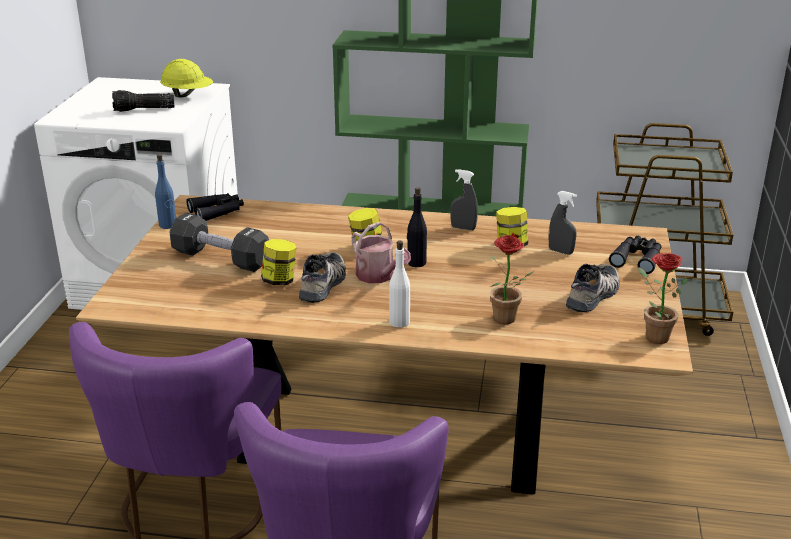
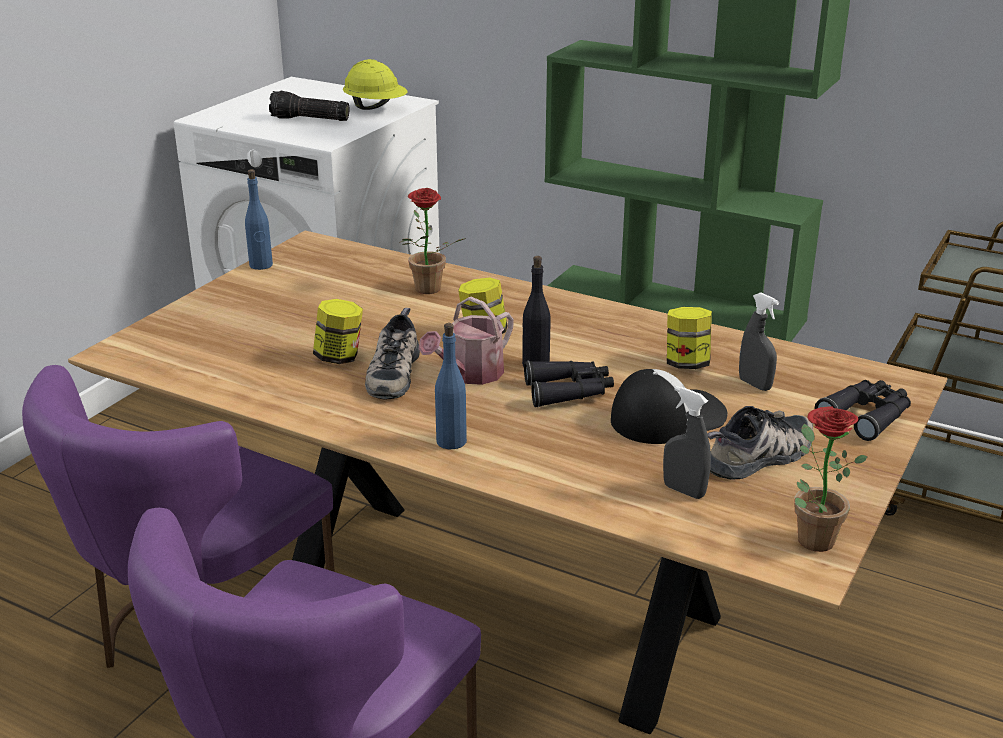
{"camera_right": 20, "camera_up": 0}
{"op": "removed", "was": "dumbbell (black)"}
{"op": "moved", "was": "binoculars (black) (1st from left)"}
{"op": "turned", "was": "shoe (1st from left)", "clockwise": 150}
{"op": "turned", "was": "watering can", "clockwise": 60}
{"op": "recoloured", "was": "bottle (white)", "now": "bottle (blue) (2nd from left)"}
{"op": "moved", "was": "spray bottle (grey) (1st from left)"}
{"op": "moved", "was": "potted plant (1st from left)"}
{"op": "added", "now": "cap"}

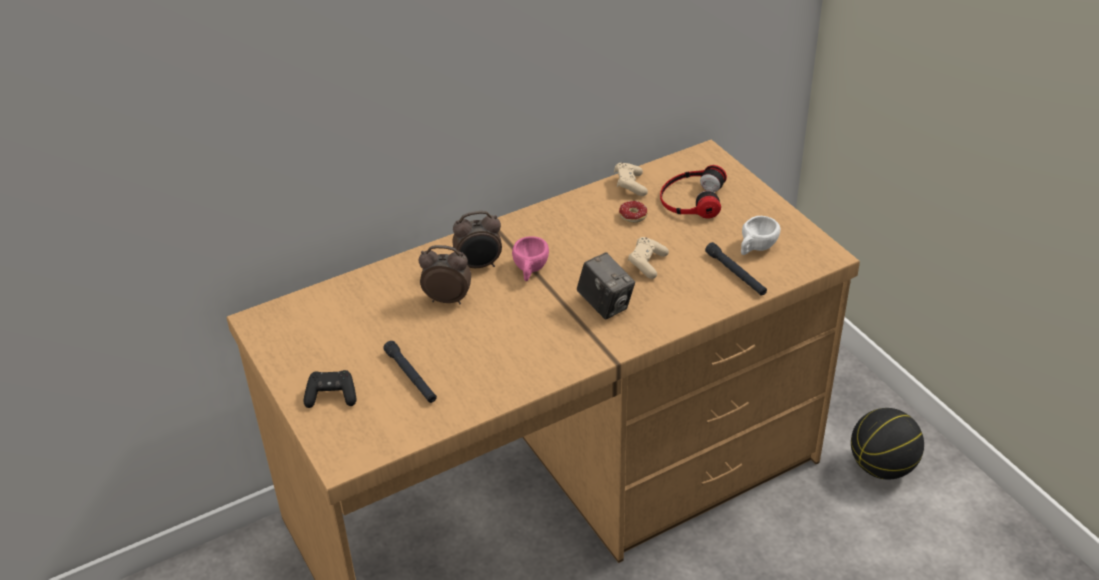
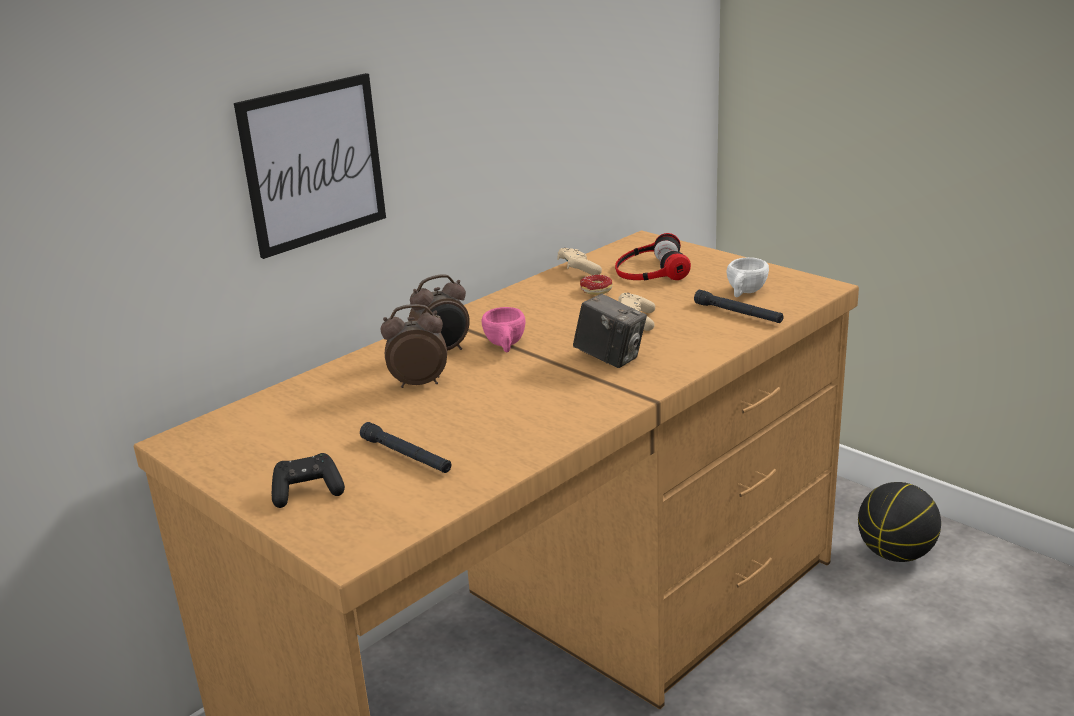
{"camera_right": -15, "camera_up": -15}
{"op": "added", "now": "picture"}

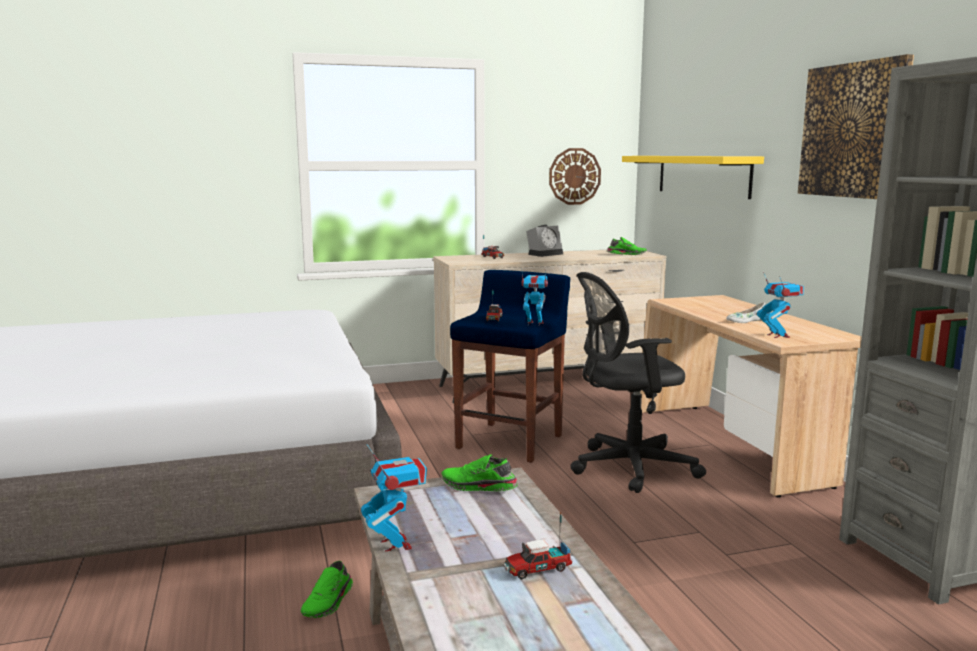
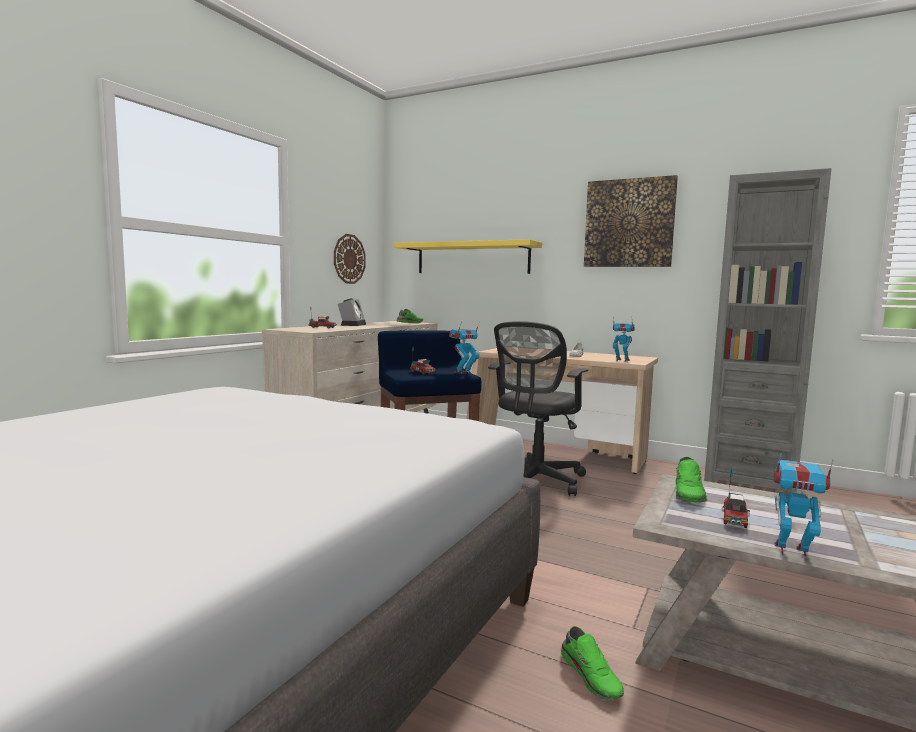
{"camera_right": -45, "camera_up": -5}
{"op": "turned", "was": "shoe (green) (2nd from left in the first image)", "clockwise": -45}
{"op": "moved", "was": "toy truck (3rd from left)"}

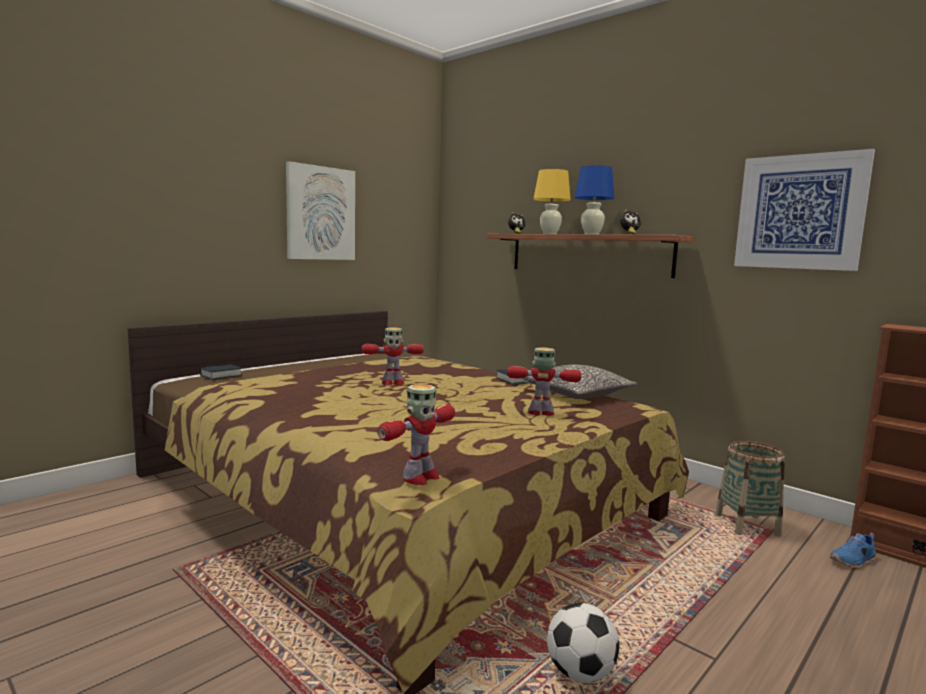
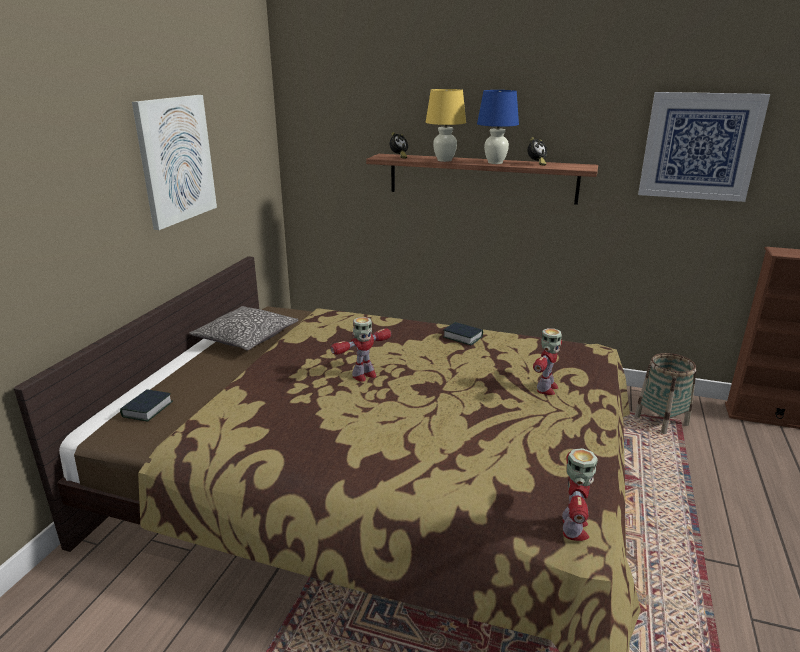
{"camera_right": -25, "camera_up": 15}
{"op": "turned", "was": "toy robot (3rd from left in the first image)", "clockwise": 135}
{"op": "moved", "was": "pillow"}
{"op": "removed", "was": "football"}
{"op": "removed", "was": "shoe (blue)"}

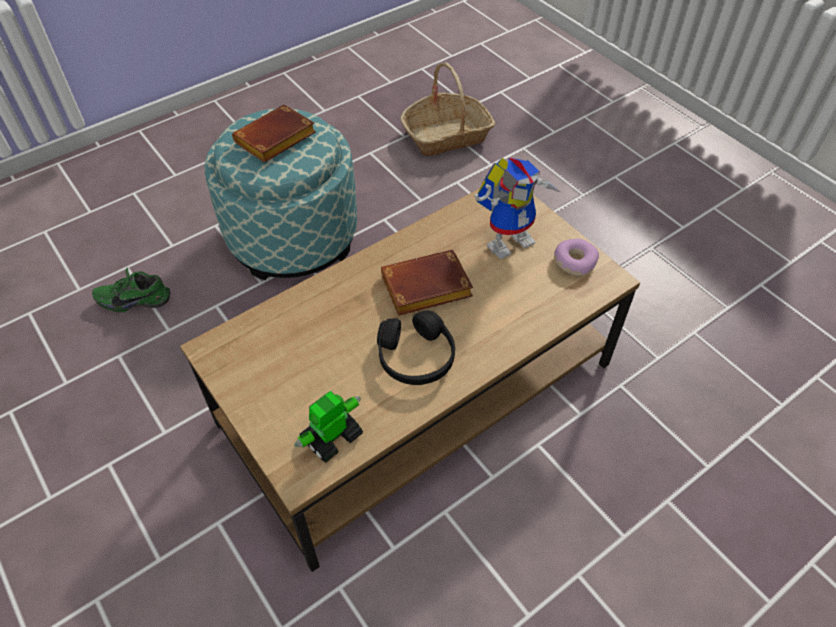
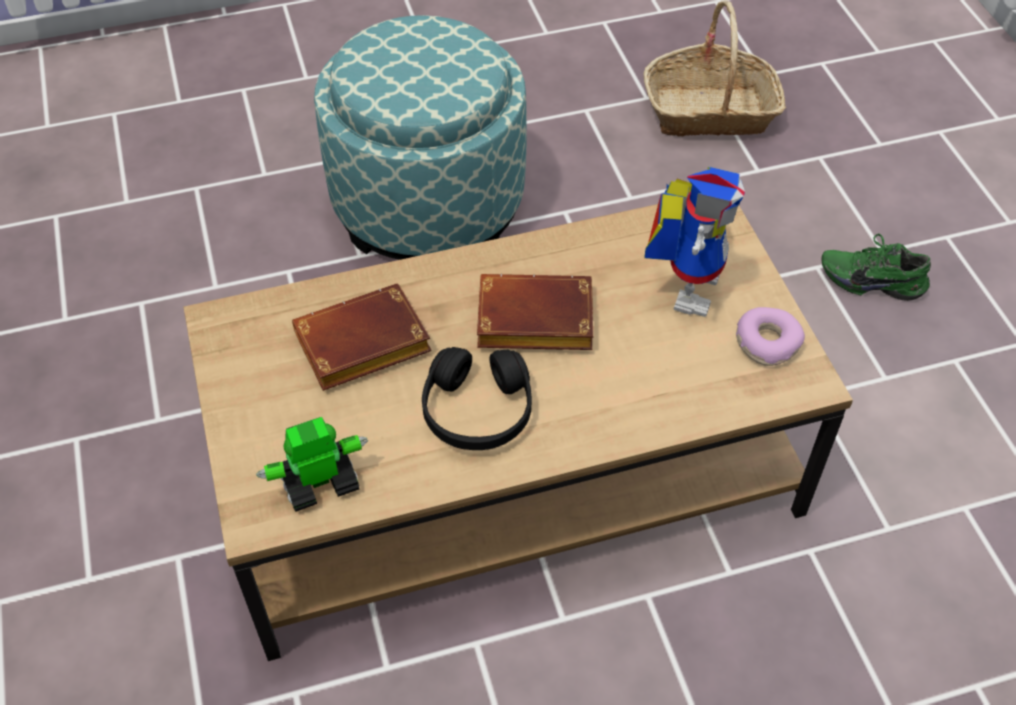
{"camera_right": 20, "camera_up": 0}
{"op": "moved", "was": "shoe (green)"}
{"op": "moved", "was": "book (brown) (1st from left)"}
{"op": "turned", "was": "toy robot (2nd from left)", "clockwise": -60}

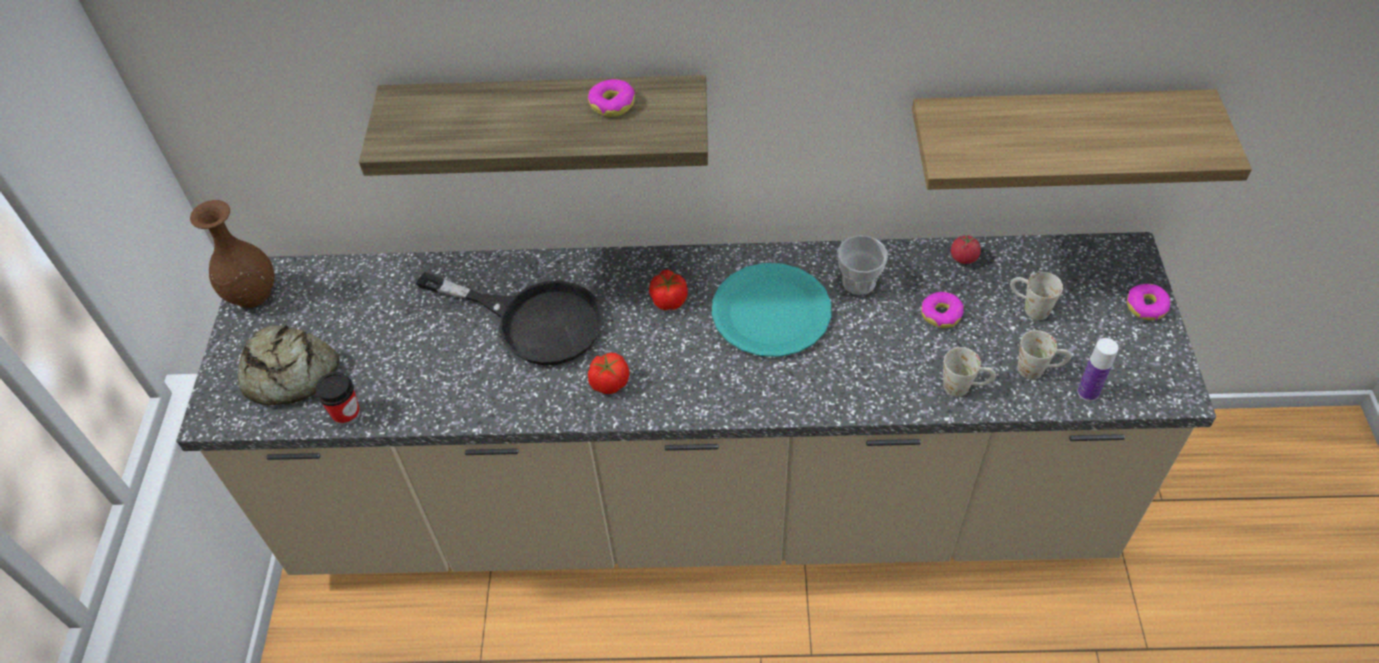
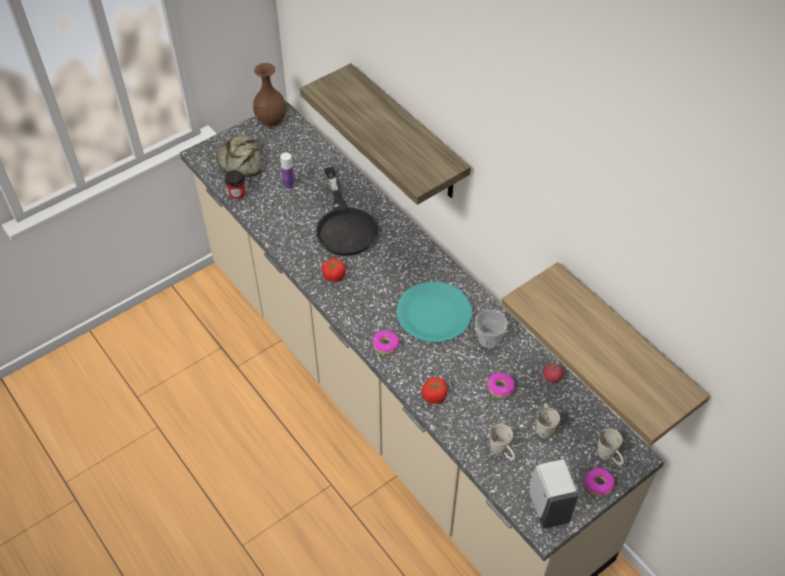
{"camera_right": 50, "camera_up": 0}
{"op": "moved", "was": "donut (1st from left)"}
{"op": "moved", "was": "tomato (2nd from left)"}
{"op": "moved", "was": "mug (white) (1st from left in the first image)", "now": "mug (white) (3rd from left)"}
{"op": "moved", "was": "bottle"}
{"op": "added", "now": "soap dispenser (white)"}

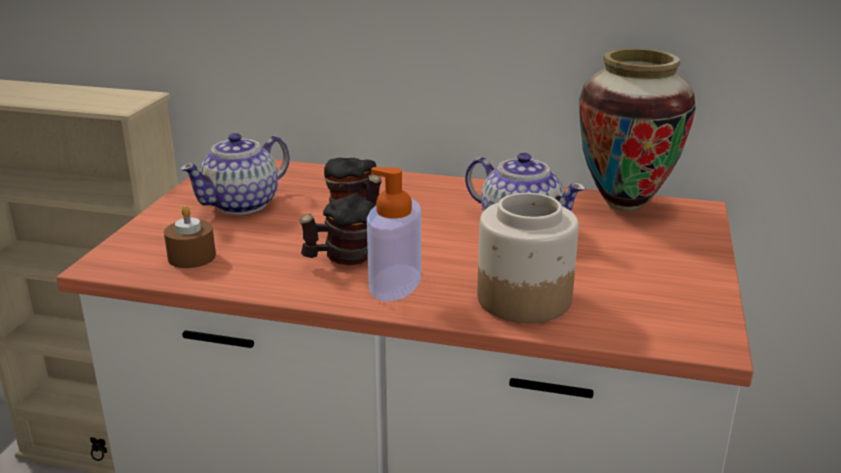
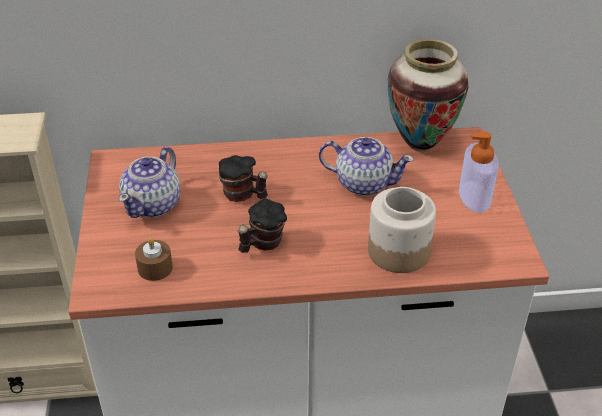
{"camera_right": -20, "camera_up": 15}
{"op": "moved", "was": "soap dispenser"}

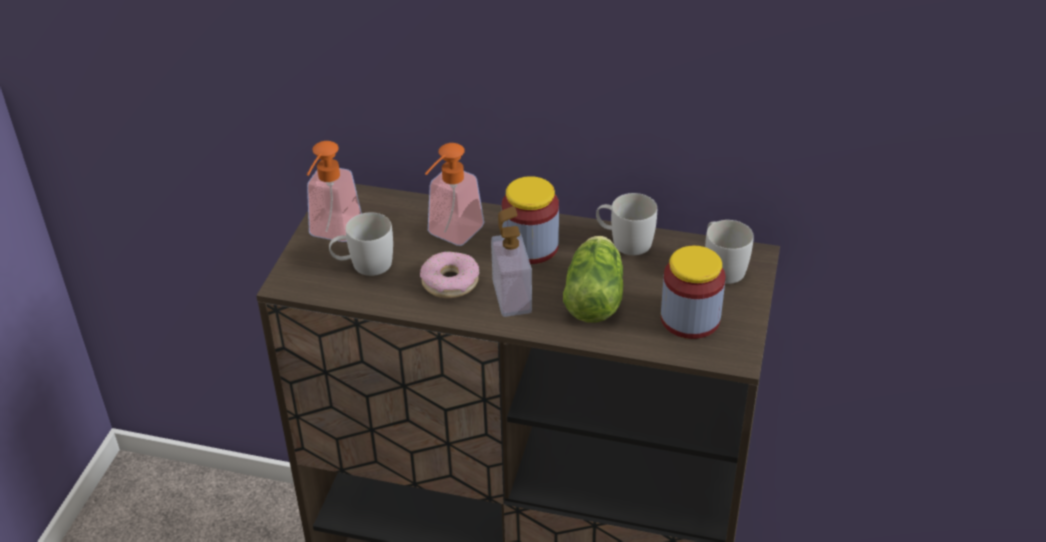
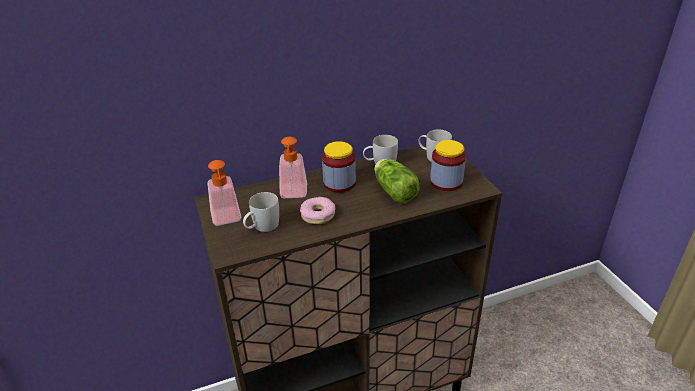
{"camera_right": -35, "camera_up": -5}
{"op": "removed", "was": "soap dispenser (3rd from left)"}

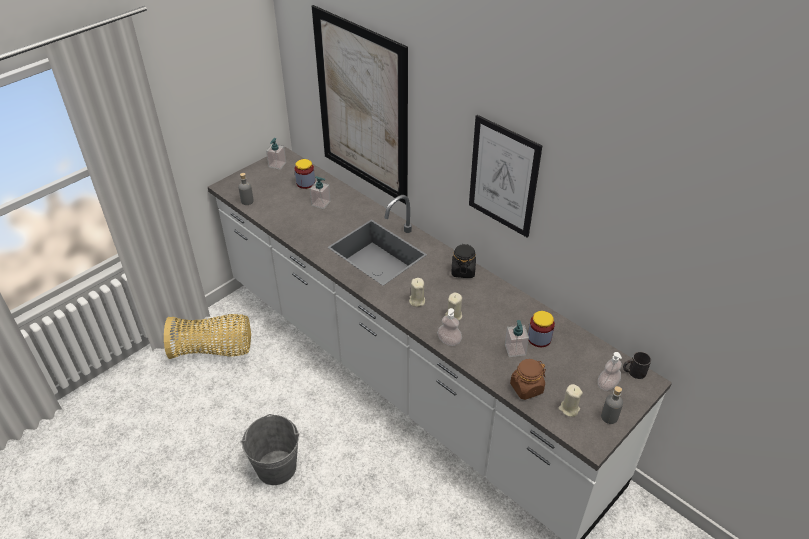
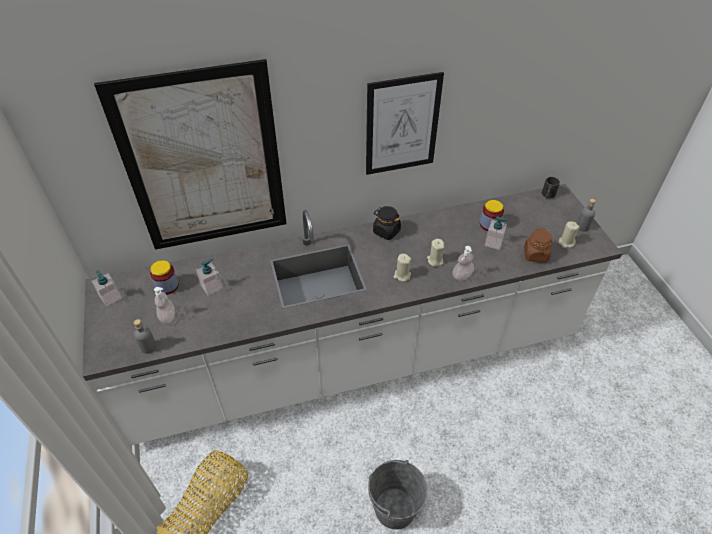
{"camera_right": -60, "camera_up": 5}
{"op": "moved", "was": "soap dispenser (5th from left in the first image)", "now": "soap dispenser (2nd from left)"}

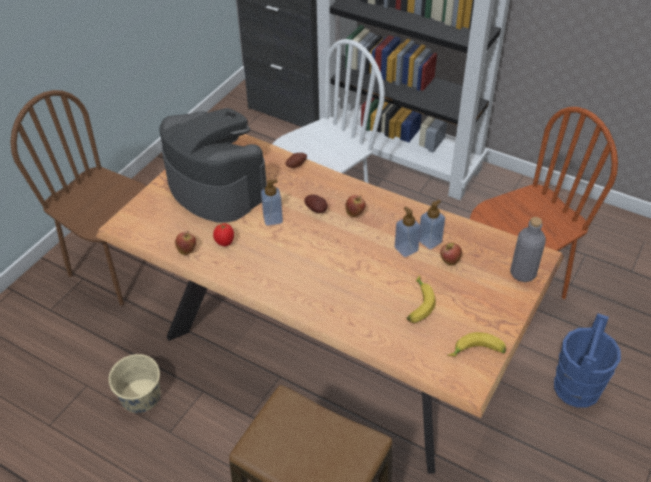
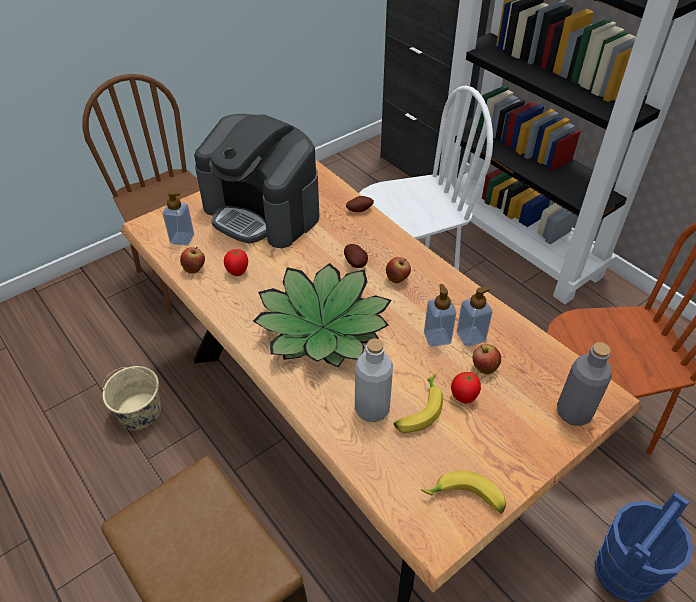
{"camera_right": 20, "camera_up": 0}
{"op": "turned", "was": "coffee machine", "clockwise": 150}
{"op": "moved", "was": "soap dispenser (1st from left)"}
{"op": "added", "now": "potted plant"}
{"op": "added", "now": "bottle (grey) (1st from left)"}
{"op": "added", "now": "tomato (2nd from left)"}

